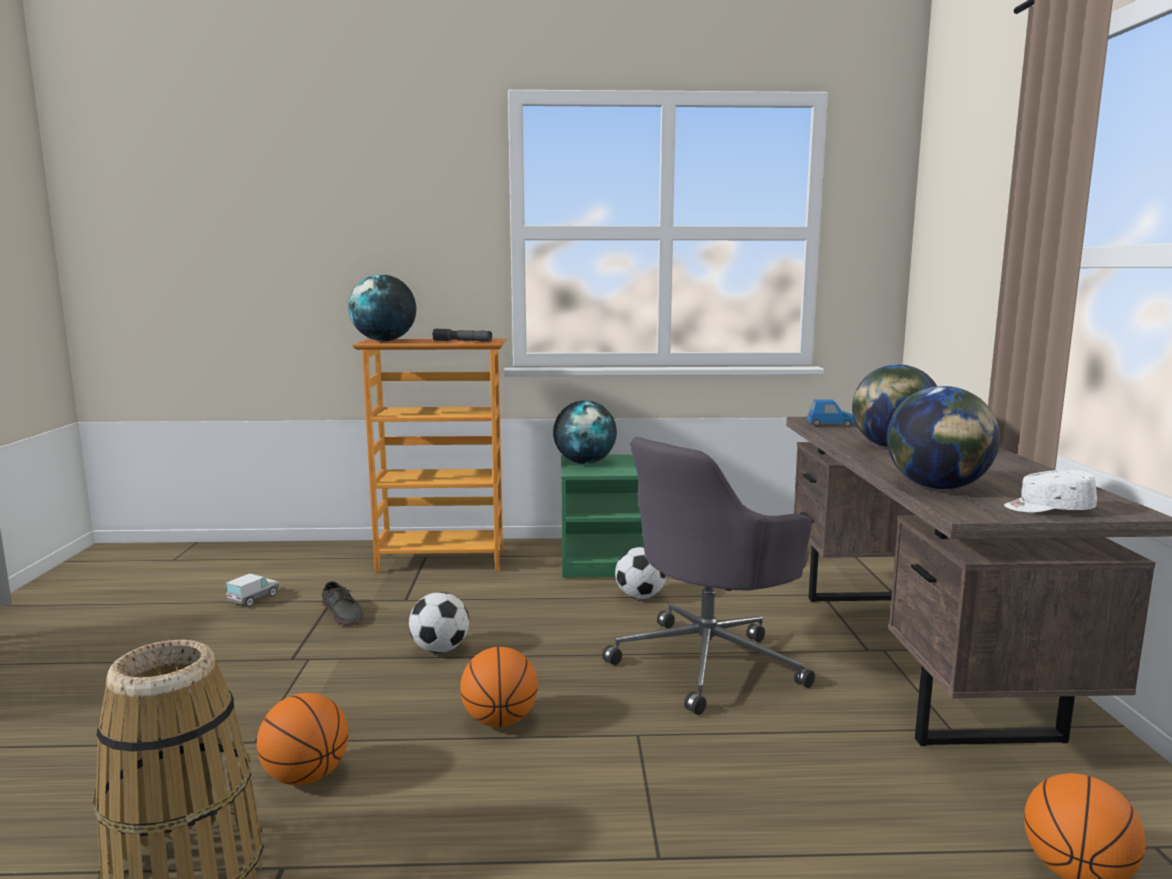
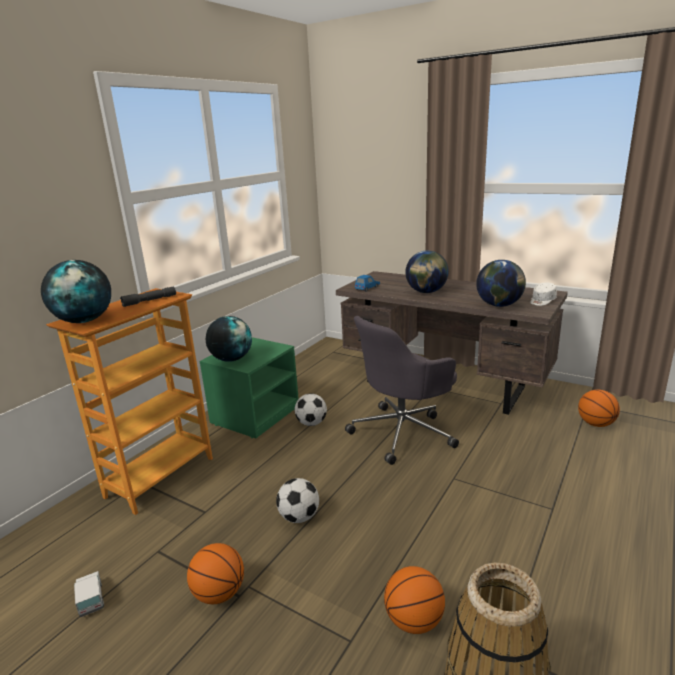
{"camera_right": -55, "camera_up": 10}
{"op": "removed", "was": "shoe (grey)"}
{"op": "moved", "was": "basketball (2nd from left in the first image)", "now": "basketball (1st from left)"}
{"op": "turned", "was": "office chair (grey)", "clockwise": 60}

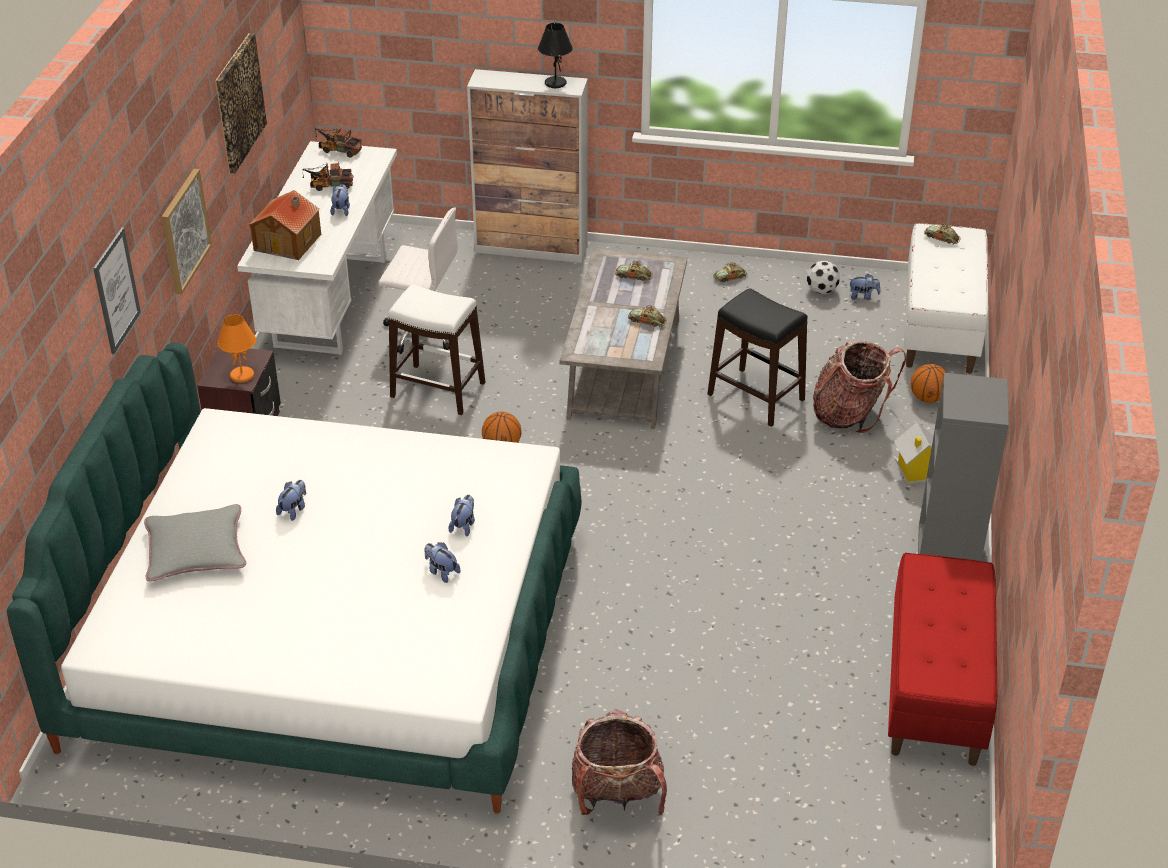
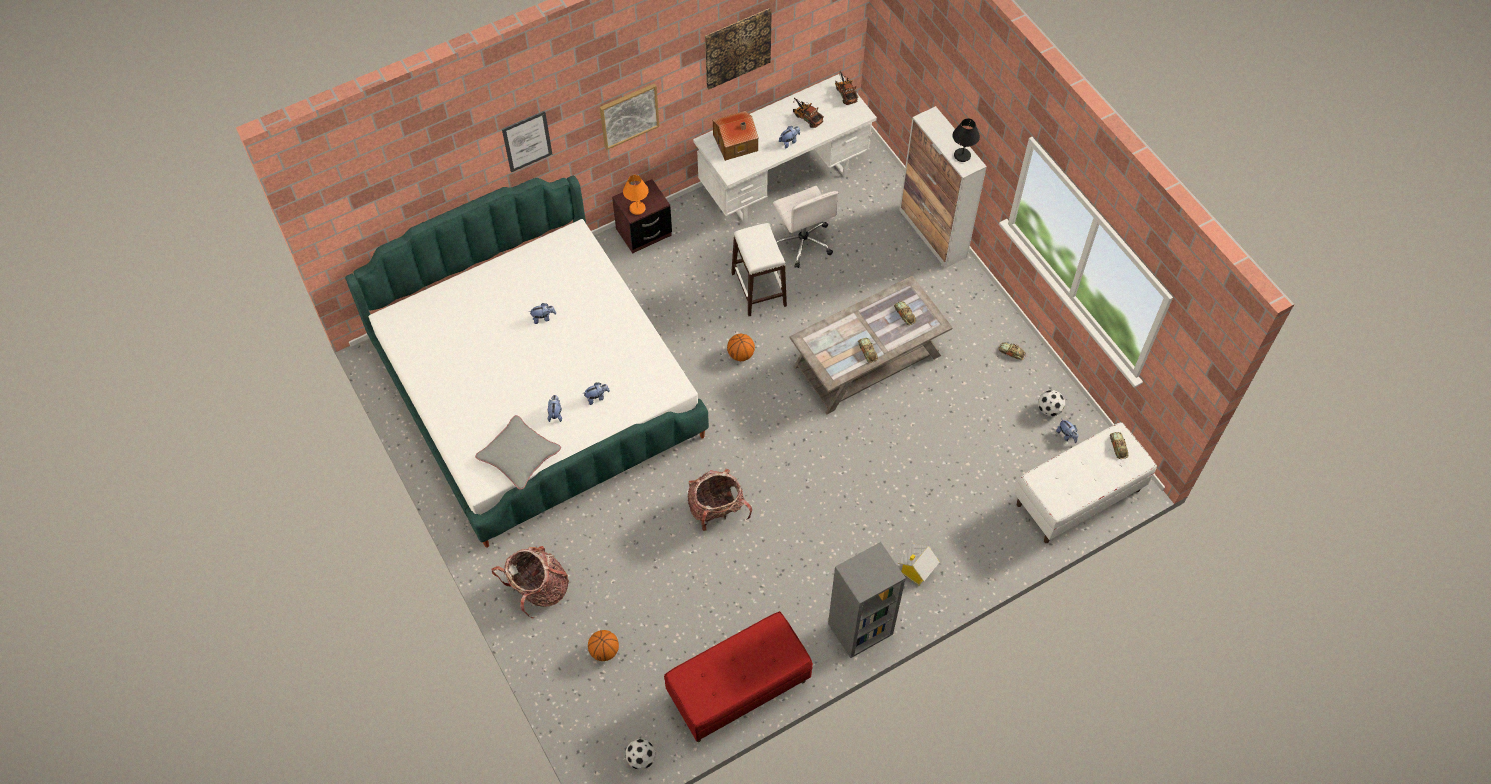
{"camera_right": 50, "camera_up": 20}
{"op": "moved", "was": "pillow (grey)"}
{"op": "removed", "was": "stool (black)"}
{"op": "moved", "was": "backpack (2nd from left)"}
{"op": "moved", "was": "basketball (2nd from left in the first image)", "now": "basketball (1st from left)"}
{"op": "added", "now": "football (1st from left)"}

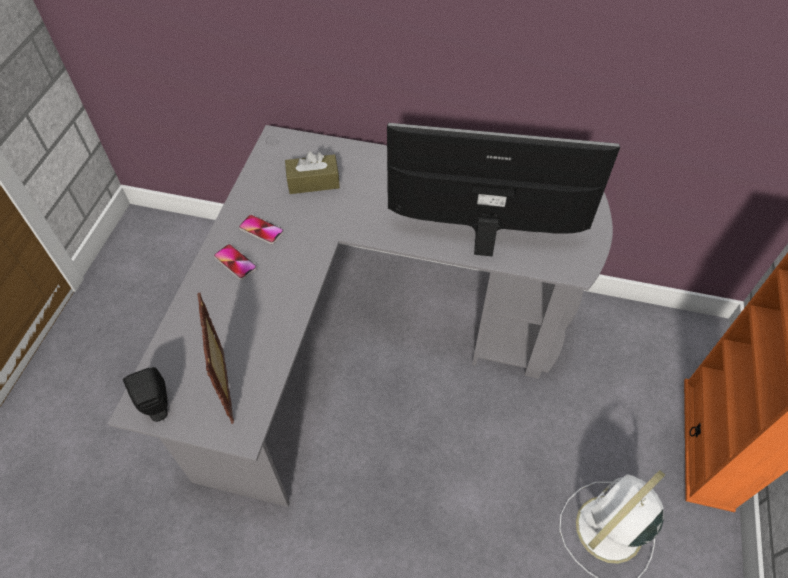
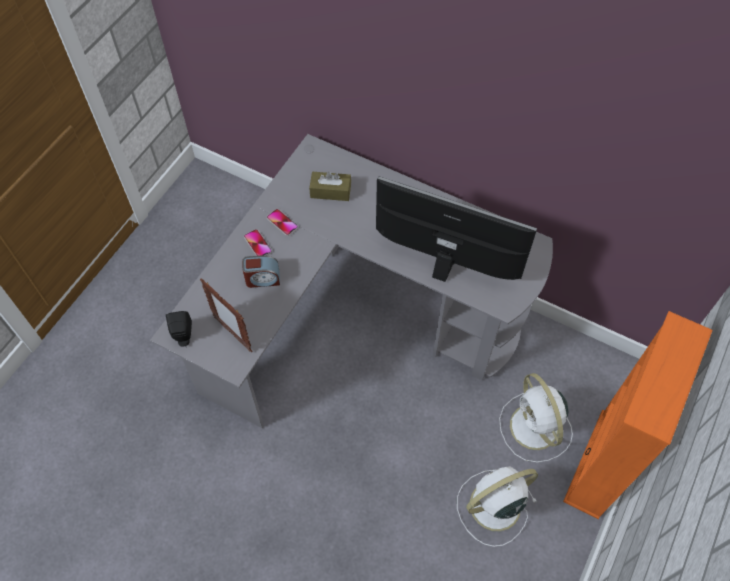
{"camera_right": 15, "camera_up": 5}
{"op": "turned", "was": "picture frame", "clockwise": -45}
{"op": "added", "now": "alarm clock"}
{"op": "added", "now": "fan (white) (2nd from left)"}

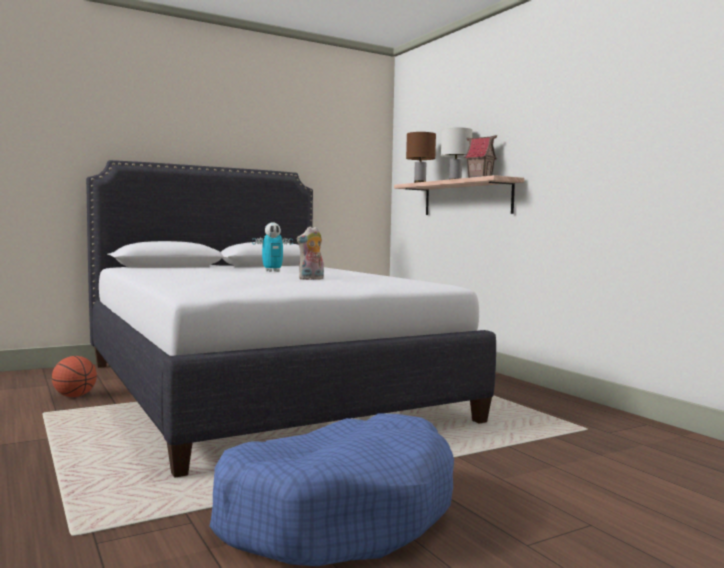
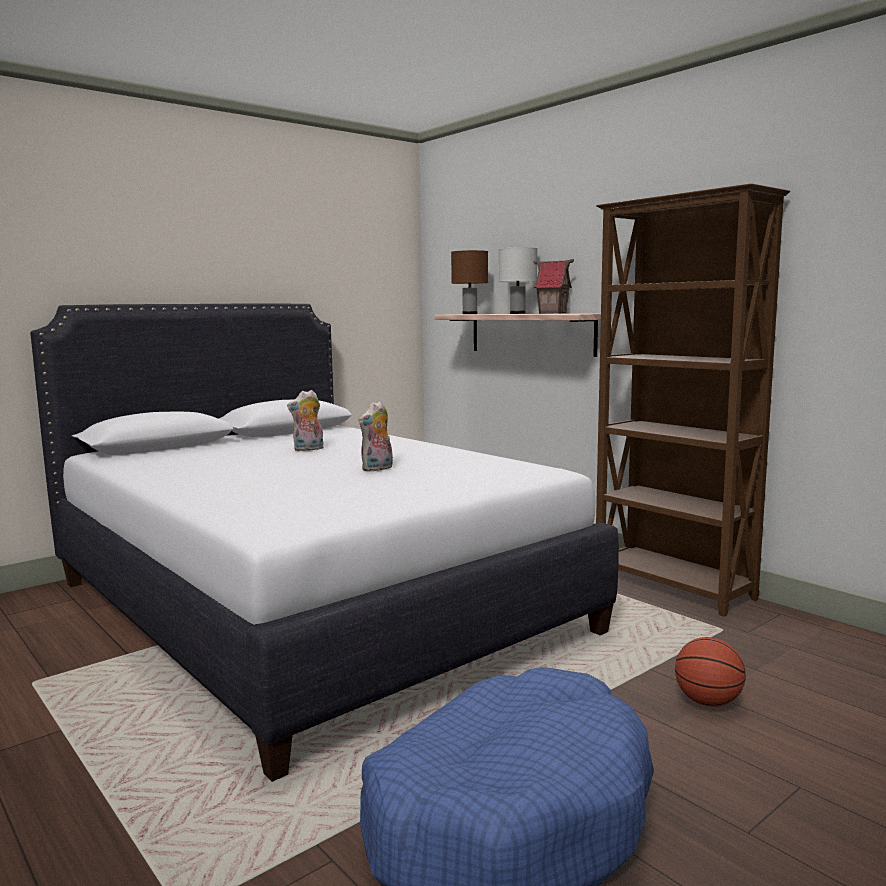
{"camera_right": -10, "camera_up": 5}
{"op": "moved", "was": "basketball"}
{"op": "replaced", "was": "toy robot", "now": "plush toy (1st from left)"}
{"op": "added", "now": "bookcase (brown)"}

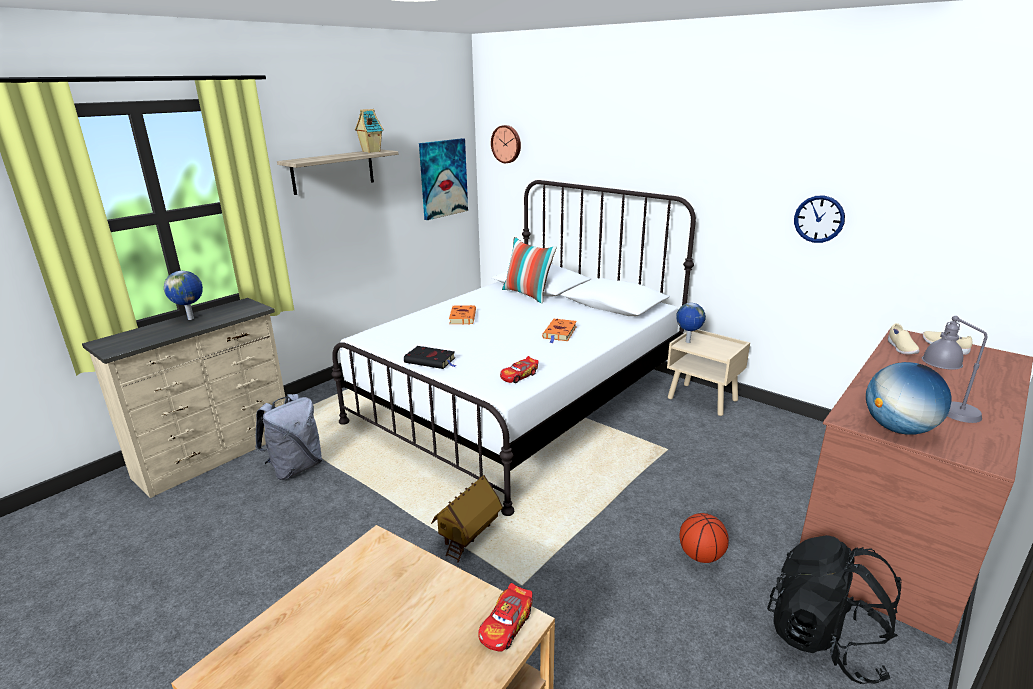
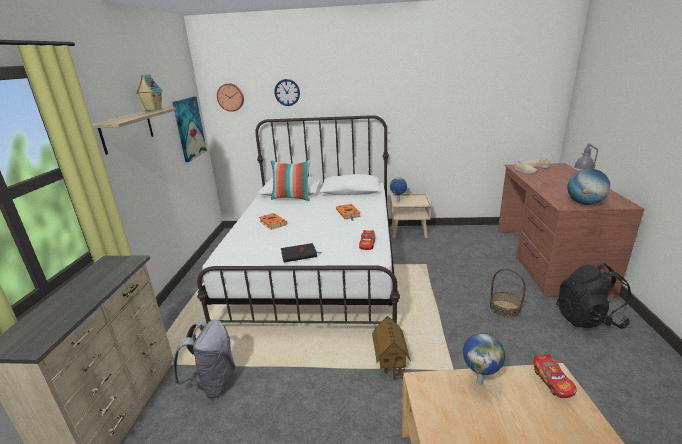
{"camera_right": -35, "camera_up": 0}
{"op": "moved", "was": "globe (1st from left in the first image)", "now": "globe (2nd from left)"}
{"op": "replaced", "was": "basketball", "now": "basket"}
{"op": "moved", "was": "wall clock (2nd from left)"}

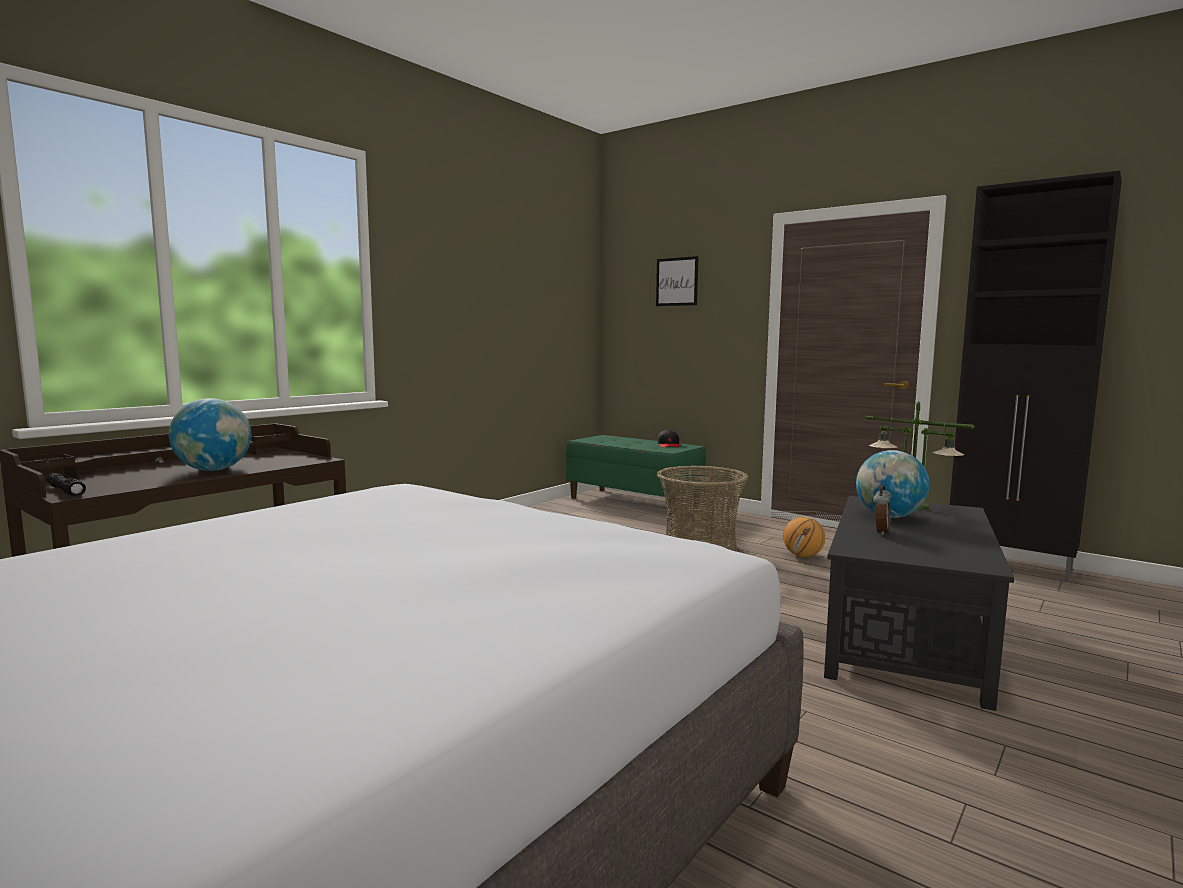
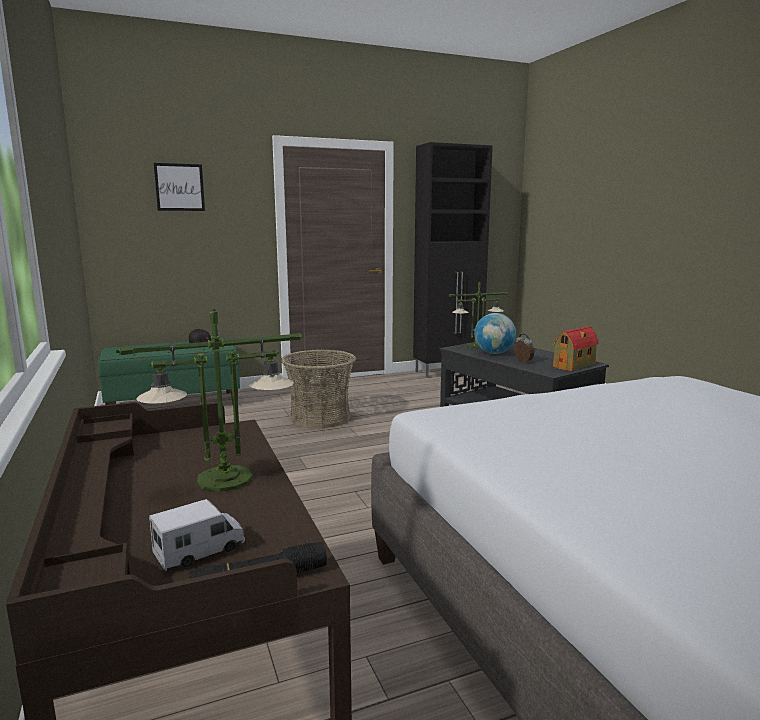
{"camera_right": -60, "camera_up": 5}
{"op": "replaced", "was": "globe (1st from left)", "now": "table lamp (1st from left)"}
{"op": "removed", "was": "basketball"}
{"op": "added", "now": "toy truck"}
{"op": "added", "now": "toy house"}

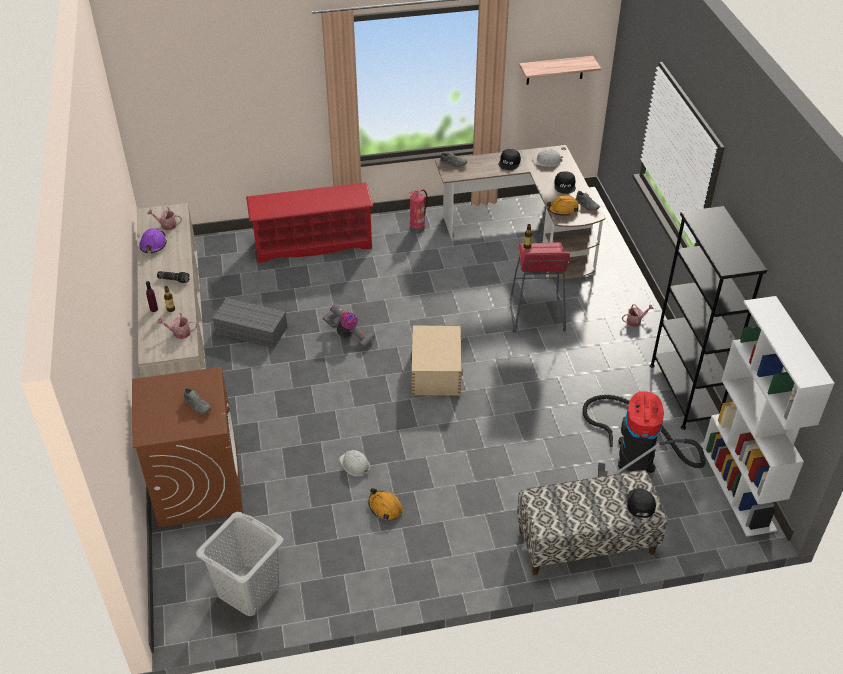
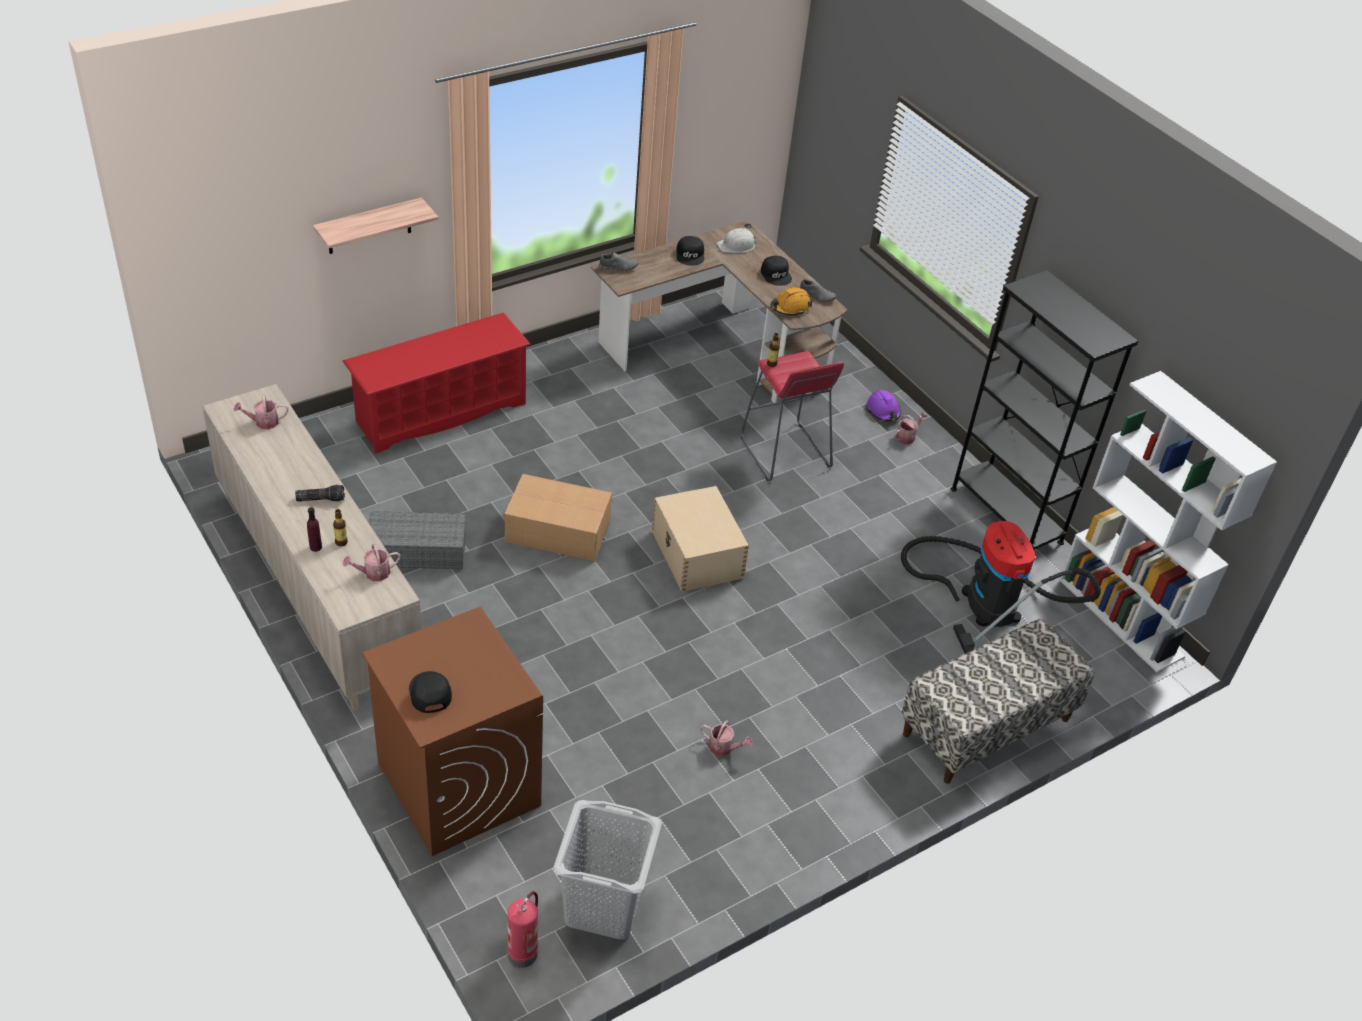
{"camera_right": -25, "camera_up": 0}
{"op": "moved", "was": "hard hat (purple)"}
{"op": "removed", "was": "shoe (grey) (1st from left)"}
{"op": "replaced", "was": "vacuum cleaner (1st from left)", "now": "cardboard box"}
{"op": "removed", "was": "hard hat (white) (1st from left)"}
{"op": "replaced", "was": "hard hat (orange) (1st from left)", "now": "watering can (3rd from left)"}
{"op": "moved", "was": "fire extinguisher"}
{"op": "moved", "was": "shelf"}
{"op": "moved", "was": "cap (black) (3rd from left in the first image)", "now": "cap (black) (1st from left)"}

